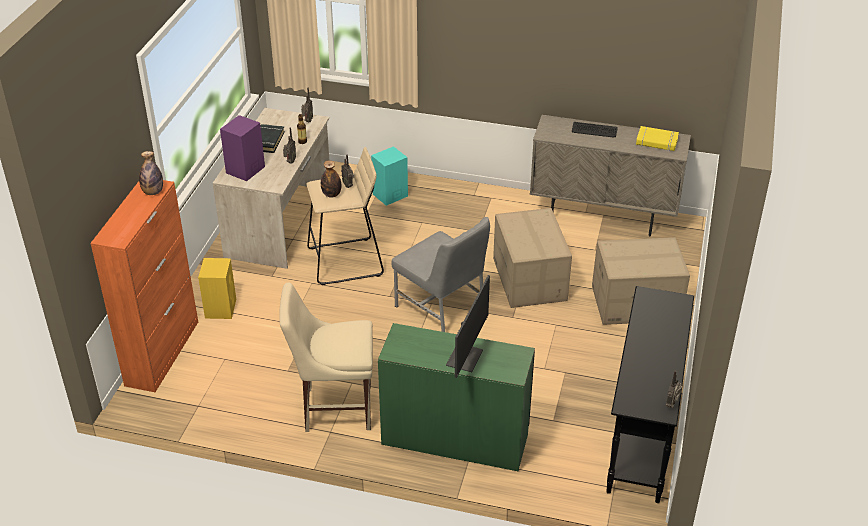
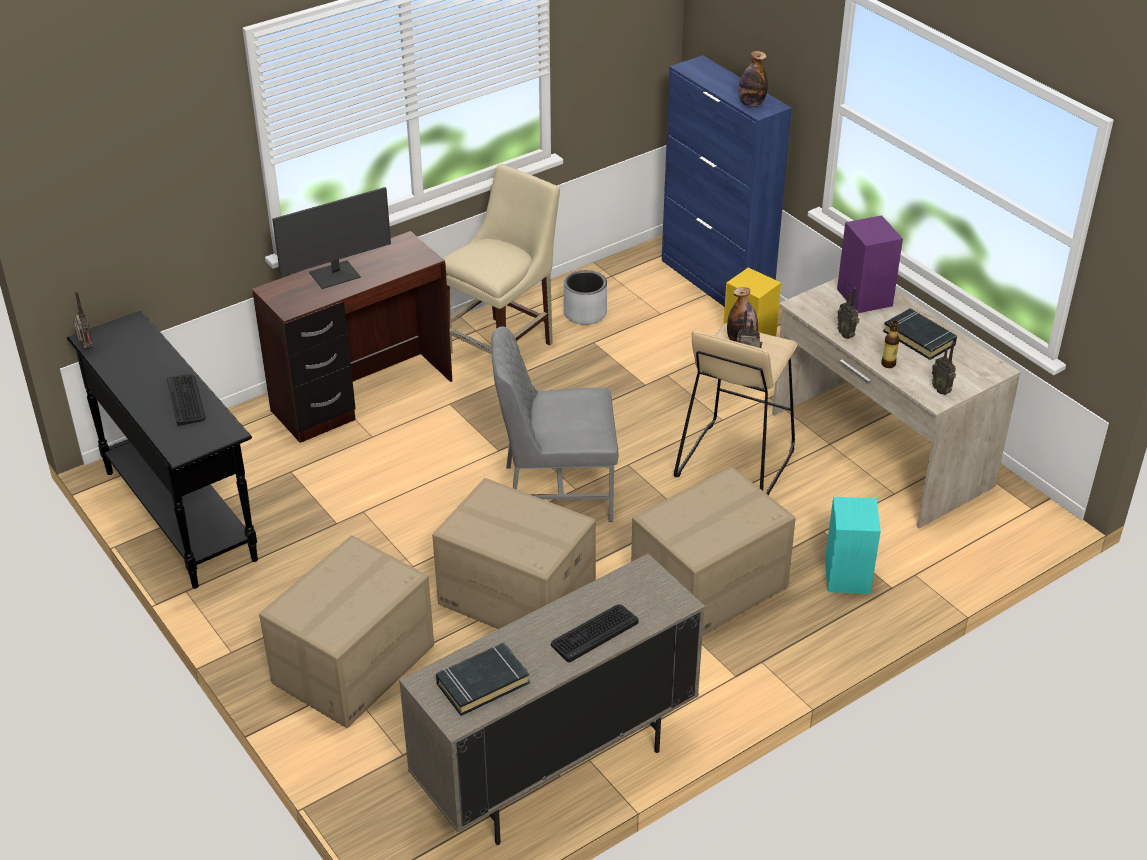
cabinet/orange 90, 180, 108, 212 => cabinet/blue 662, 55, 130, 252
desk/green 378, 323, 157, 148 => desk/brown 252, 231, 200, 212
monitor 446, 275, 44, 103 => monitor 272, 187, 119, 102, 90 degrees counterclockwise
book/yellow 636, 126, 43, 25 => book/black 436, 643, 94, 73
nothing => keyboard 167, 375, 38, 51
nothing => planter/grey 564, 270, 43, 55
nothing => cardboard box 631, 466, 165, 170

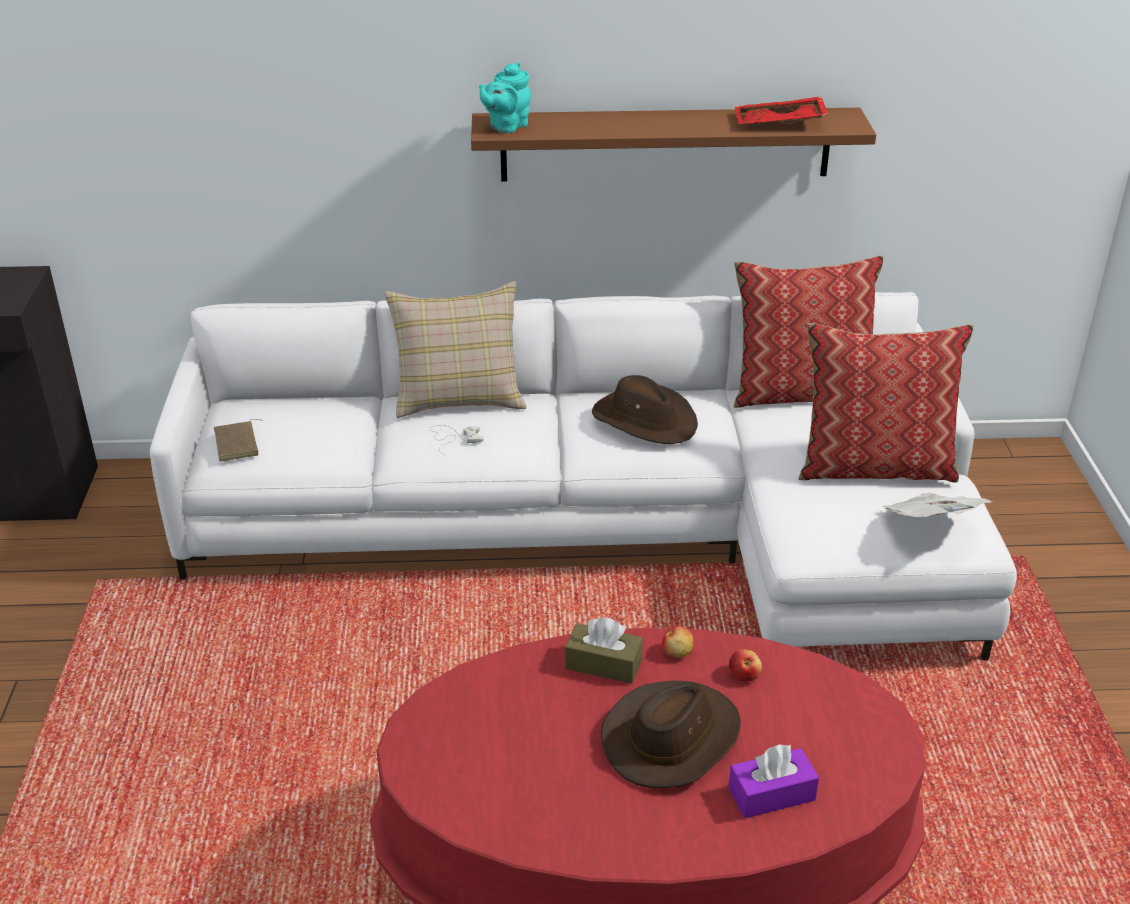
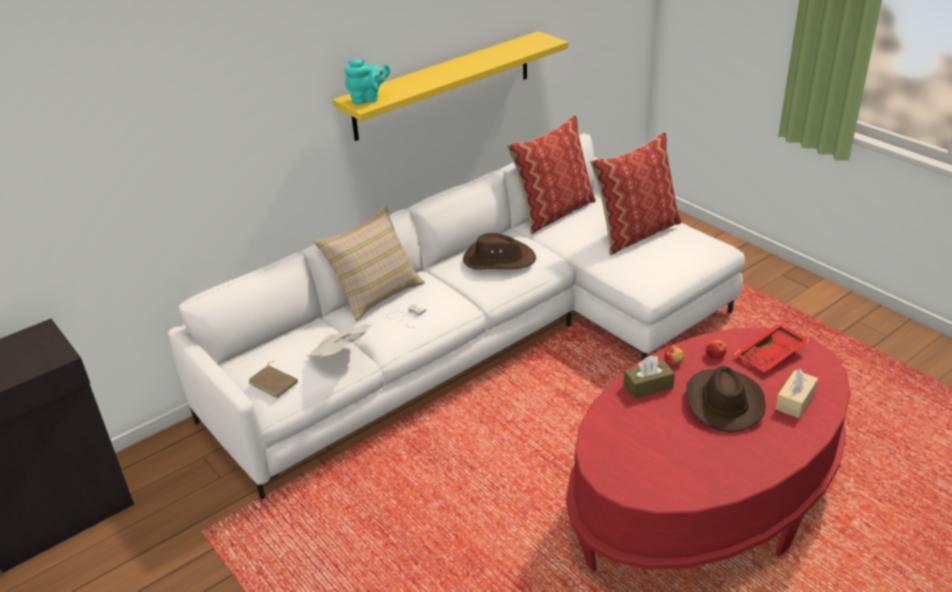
shelf/brown 471, 108, 405, 74 => shelf/yellow 333, 31, 235, 110
teapot/turquoise 479, 62, 52, 71 => teapot/turquoise 345, 59, 45, 45, 105 degrees counterclockwise
tissue box/purple 728, 744, 91, 74 => tissue box/beige 775, 369, 43, 49
tray/red 735, 96, 93, 29 => tray/red 735, 323, 75, 49, moved
newspaper 882, 493, 110, 24 => newspaper 306, 324, 67, 33, moved

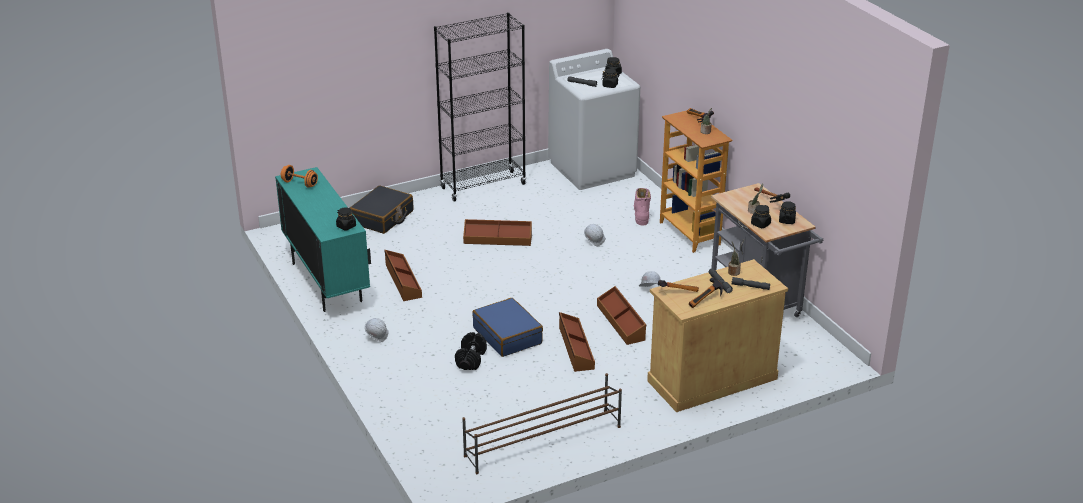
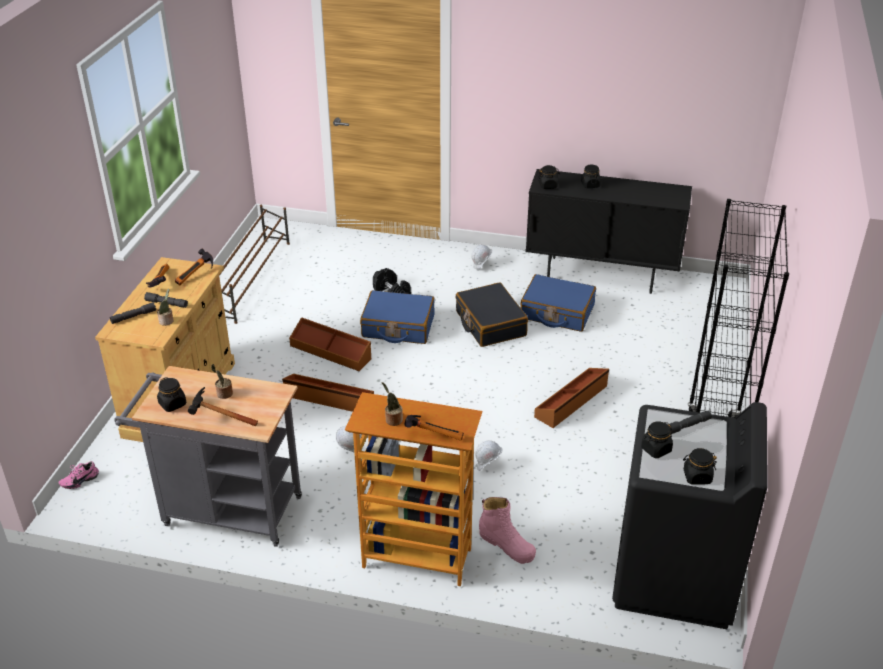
cabinet/turquoise 275, 167, 96, 145 => cabinet/black 525, 169, 167, 125
dumbbell/orange 281, 165, 37, 23 => nothing
suitcase/black 350, 186, 63, 48 => suitcase/black 455, 283, 73, 64, moved
storage box/brown 384, 250, 38, 51 => suitcase/blue 521, 274, 75, 58
washing machine/white 548, 49, 92, 141 => washing machine/black 612, 402, 156, 227
jar/black 751, 205, 20, 23 => jar/black 581, 165, 20, 23, moved
nothing => shoe/pink 58, 461, 41, 28

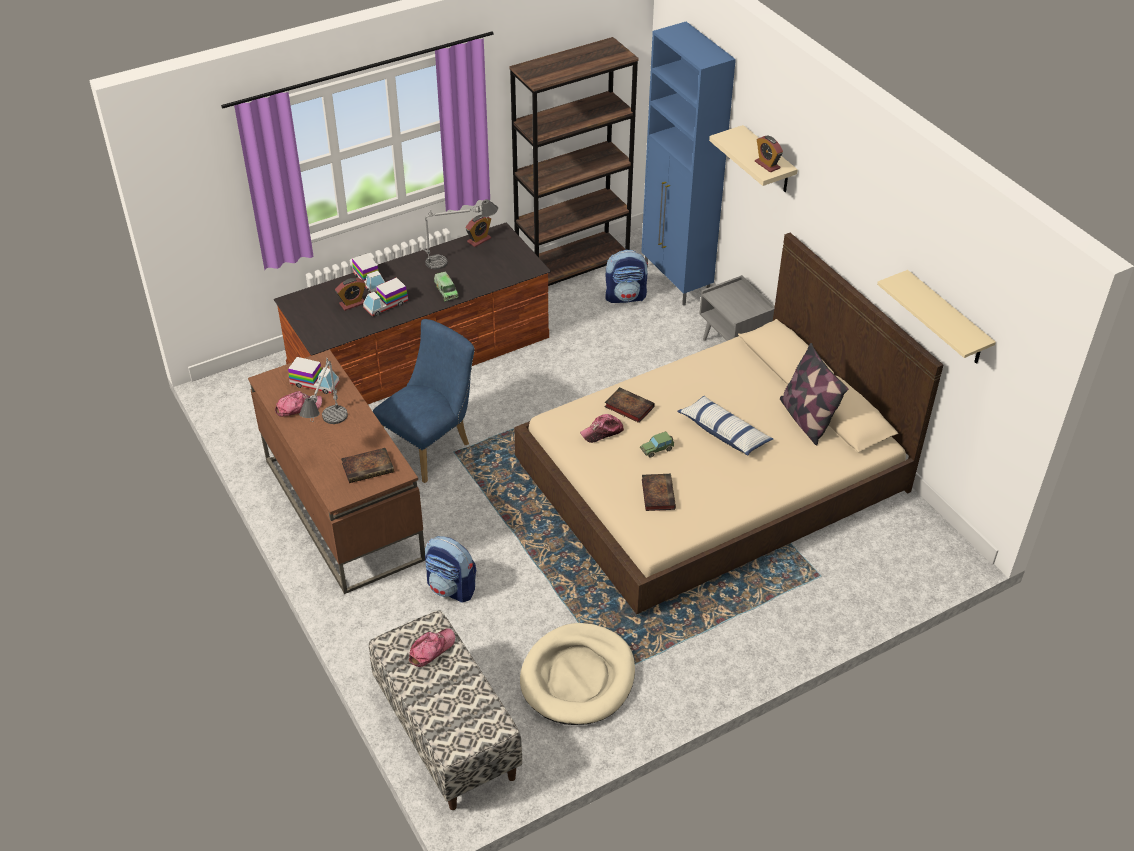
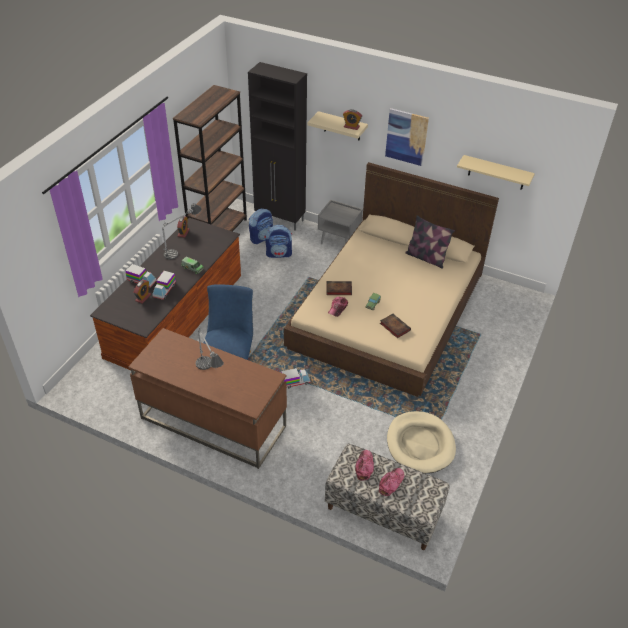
cap 275, 391, 47, 26 => cap 379, 468, 25, 28, moved
toy truck 288, 357, 51, 37 => toy truck 281, 368, 30, 20, moved
book 341, 448, 53, 35 => nothing
backpack 425, 536, 51, 66 => backpack 266, 225, 26, 33, moved
cabinet/blue 641, 22, 95, 284 => cabinet/black 248, 62, 59, 169
pillow 677, 396, 96, 60 => nothing
nothing => picture 385, 108, 44, 58

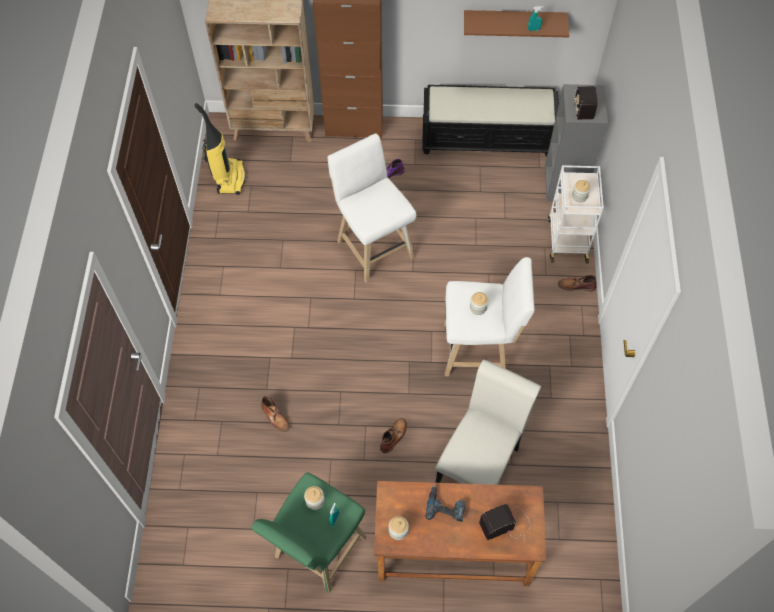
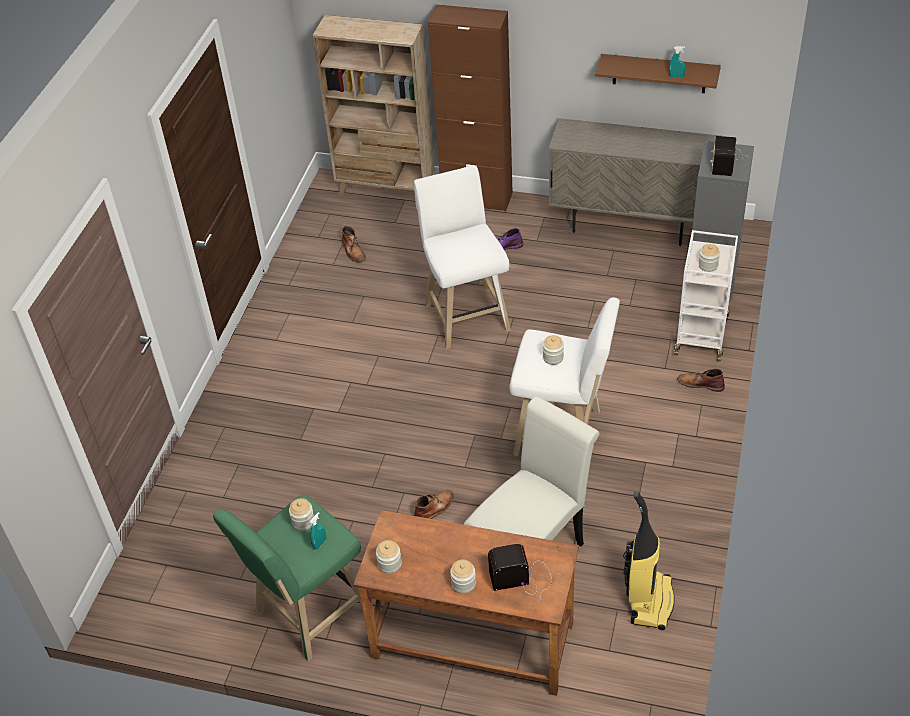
vacuum cleaner 195, 103, 51, 92 => vacuum cleaner 623, 492, 52, 138, moved
boot/brown 261, 396, 29, 36 => boot/brown 342, 226, 24, 37, moved
bench/black 422, 85, 137, 72 => cabinet/beige 549, 118, 171, 128
power drill 425, 484, 41, 38 => nothing
nothing => jar 450, 560, 26, 34

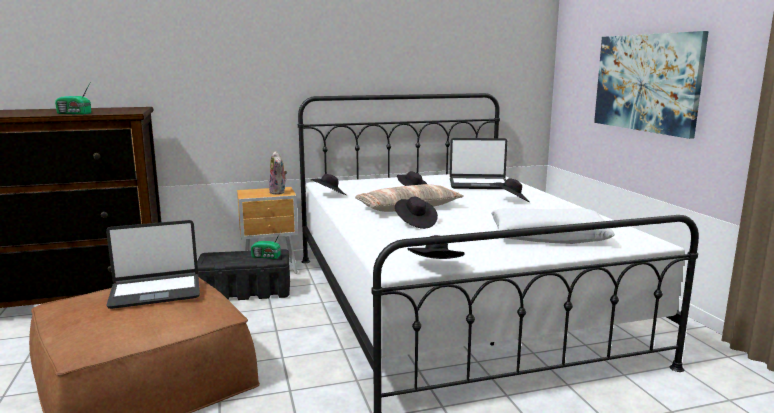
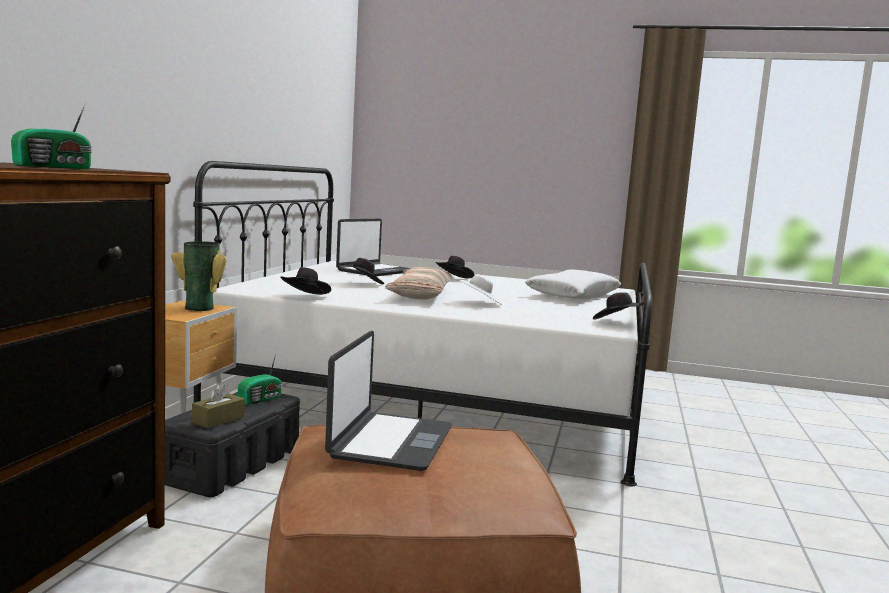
plush toy 269, 151, 18, 44 => vase 171, 241, 56, 70
hat/black 395, 197, 43, 32 => hat/white 456, 274, 46, 31
picture 594, 31, 115, 108 => nothing
nothing => tissue box/brown 192, 382, 53, 46

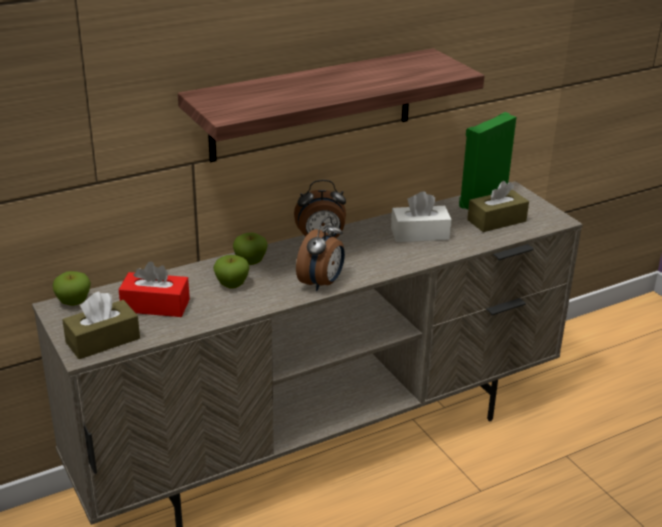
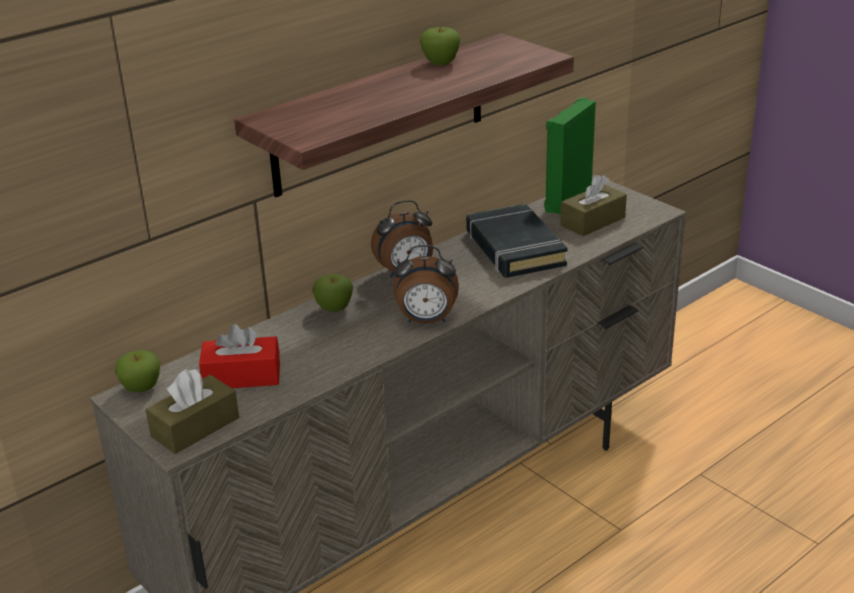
apple 213, 255, 37, 34 => apple 420, 27, 40, 38, moved
alarm clock 296, 216, 49, 75 => alarm clock 393, 245, 66, 79, 75 degrees clockwise
tissue box/white 391, 191, 61, 51 => book/black 466, 204, 102, 74

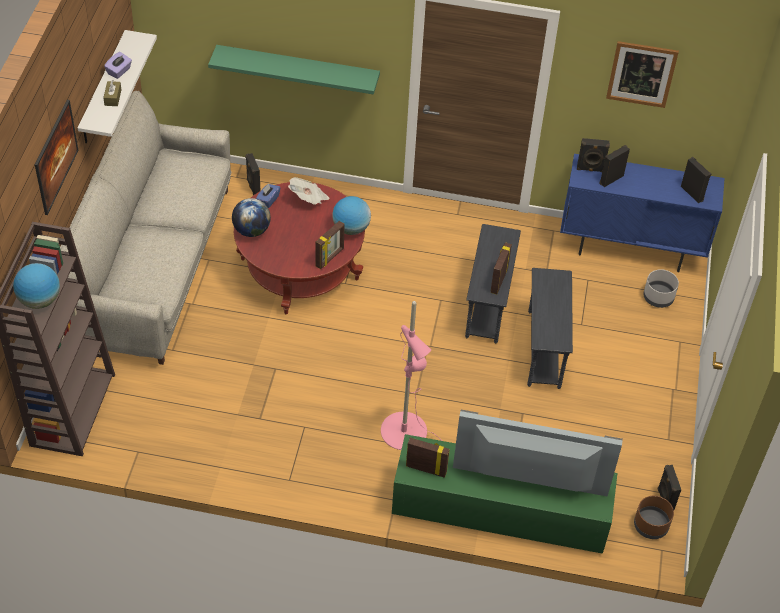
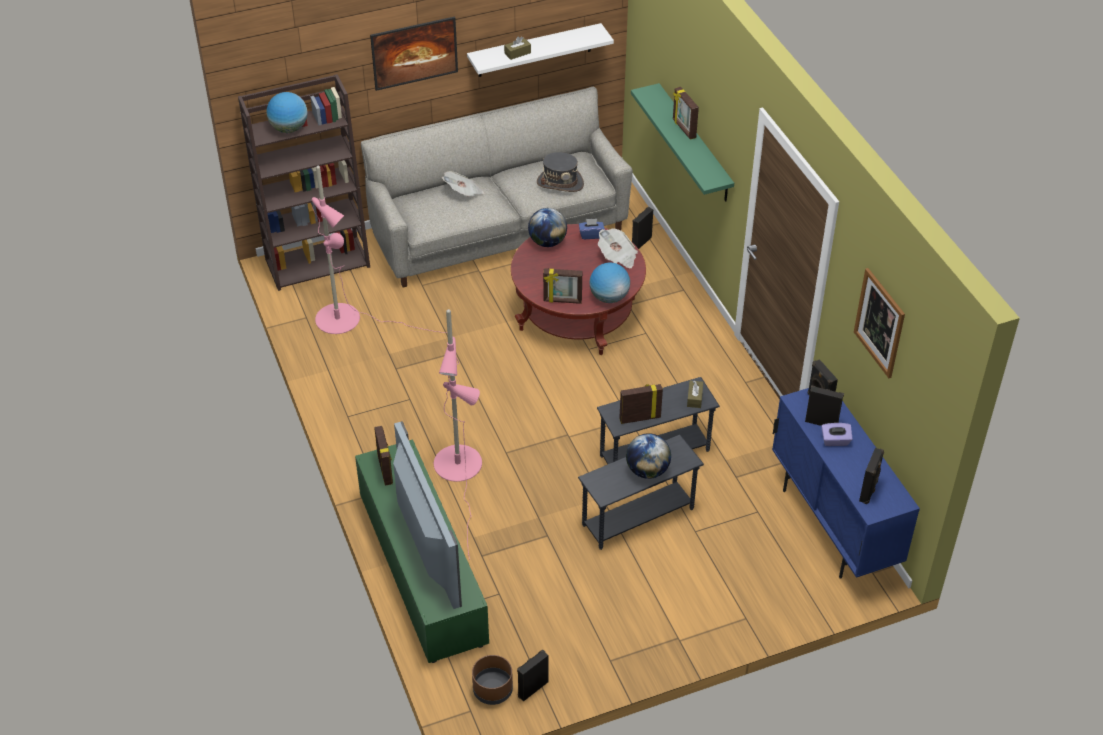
tissue box/purple 104, 52, 28, 27 => tissue box/purple 821, 423, 32, 23, moved
planter/grey 643, 269, 36, 39 => nothing
nothing => floor lamp/pink 312, 166, 135, 168
nothing => newspaper 442, 171, 42, 26
nothing => hat/grey 537, 152, 47, 40
nothing => globe 626, 433, 45, 46
nothing => picture frame 673, 87, 26, 53
nothing => tissue box/brown 687, 381, 16, 27

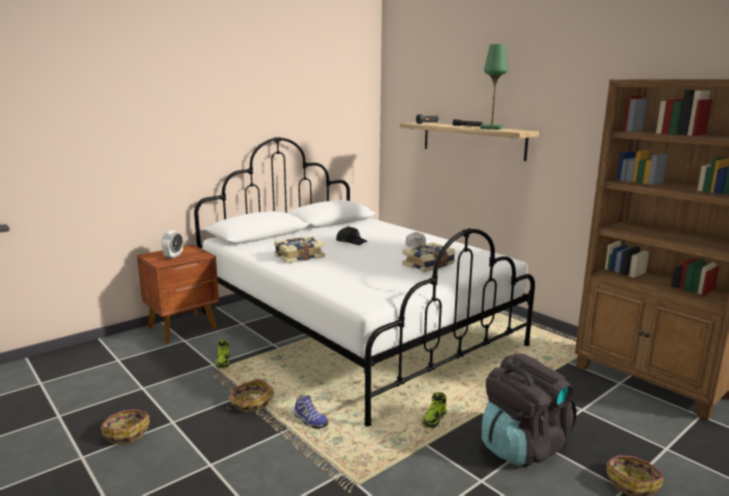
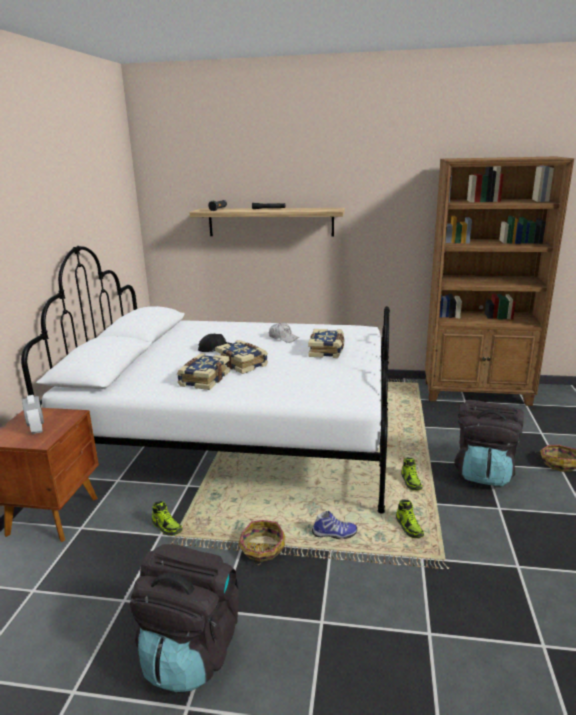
basket 101, 409, 49, 36 => backpack/black 130, 544, 109, 148
table lamp/green 480, 44, 28, 86 => nothing
nothing => book 215, 340, 53, 34
nothing => shoe 396, 499, 28, 39

